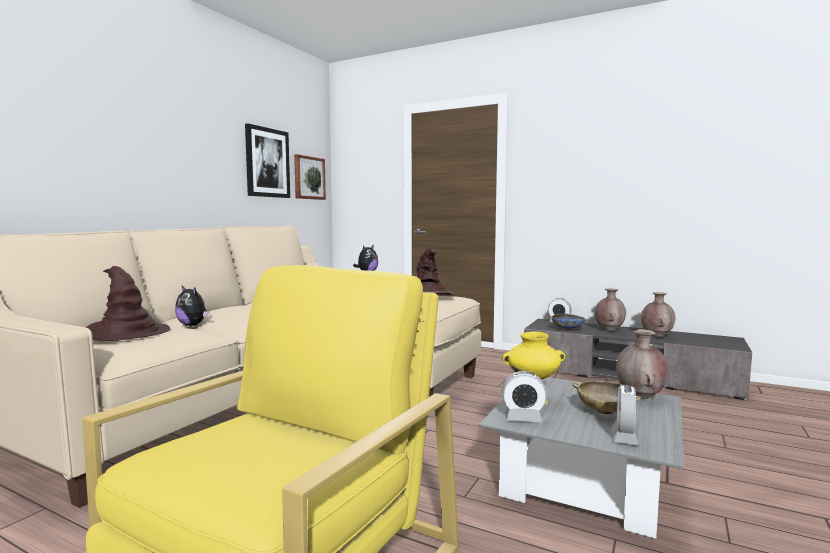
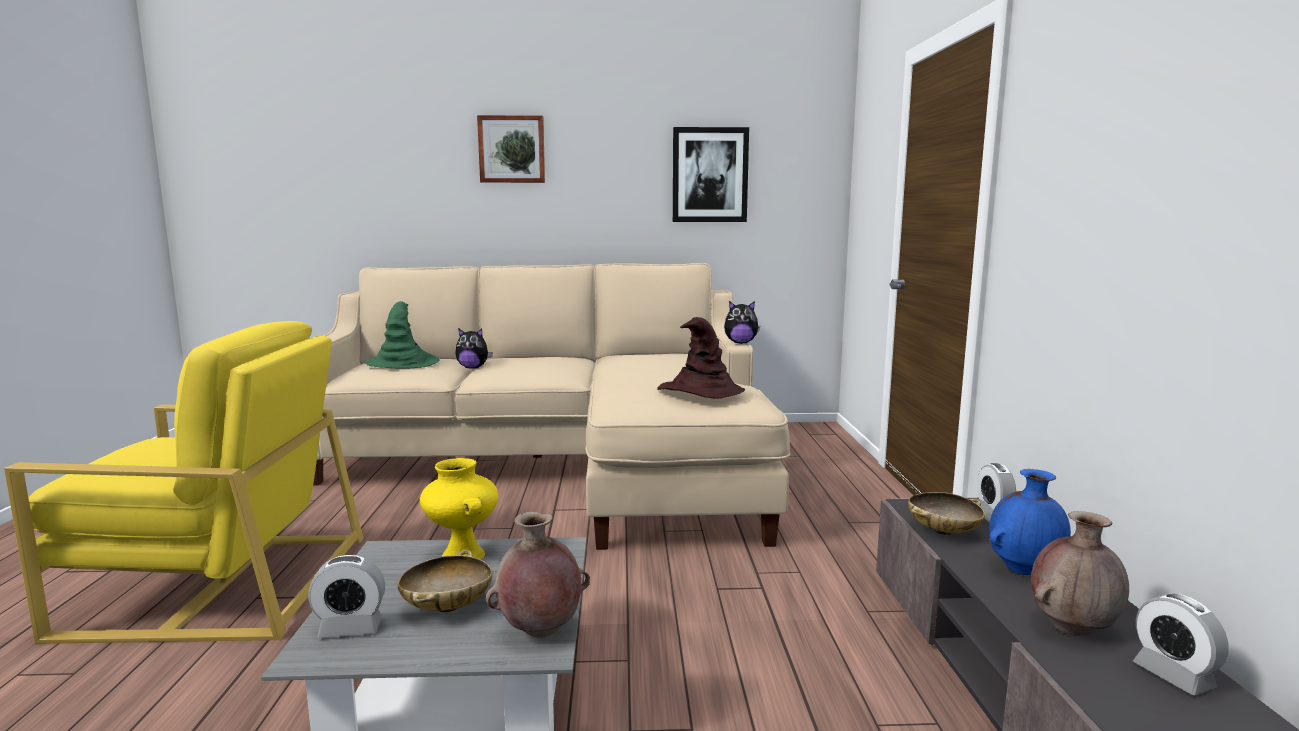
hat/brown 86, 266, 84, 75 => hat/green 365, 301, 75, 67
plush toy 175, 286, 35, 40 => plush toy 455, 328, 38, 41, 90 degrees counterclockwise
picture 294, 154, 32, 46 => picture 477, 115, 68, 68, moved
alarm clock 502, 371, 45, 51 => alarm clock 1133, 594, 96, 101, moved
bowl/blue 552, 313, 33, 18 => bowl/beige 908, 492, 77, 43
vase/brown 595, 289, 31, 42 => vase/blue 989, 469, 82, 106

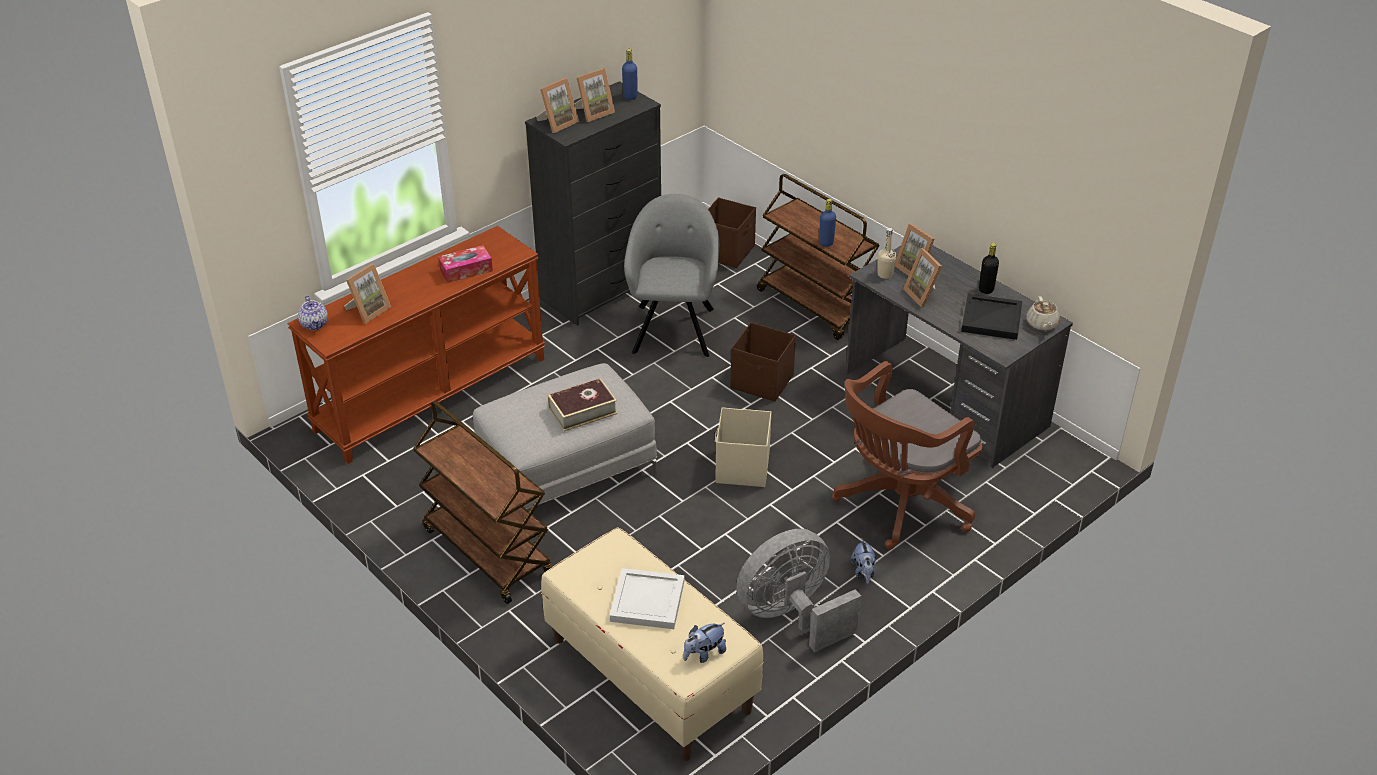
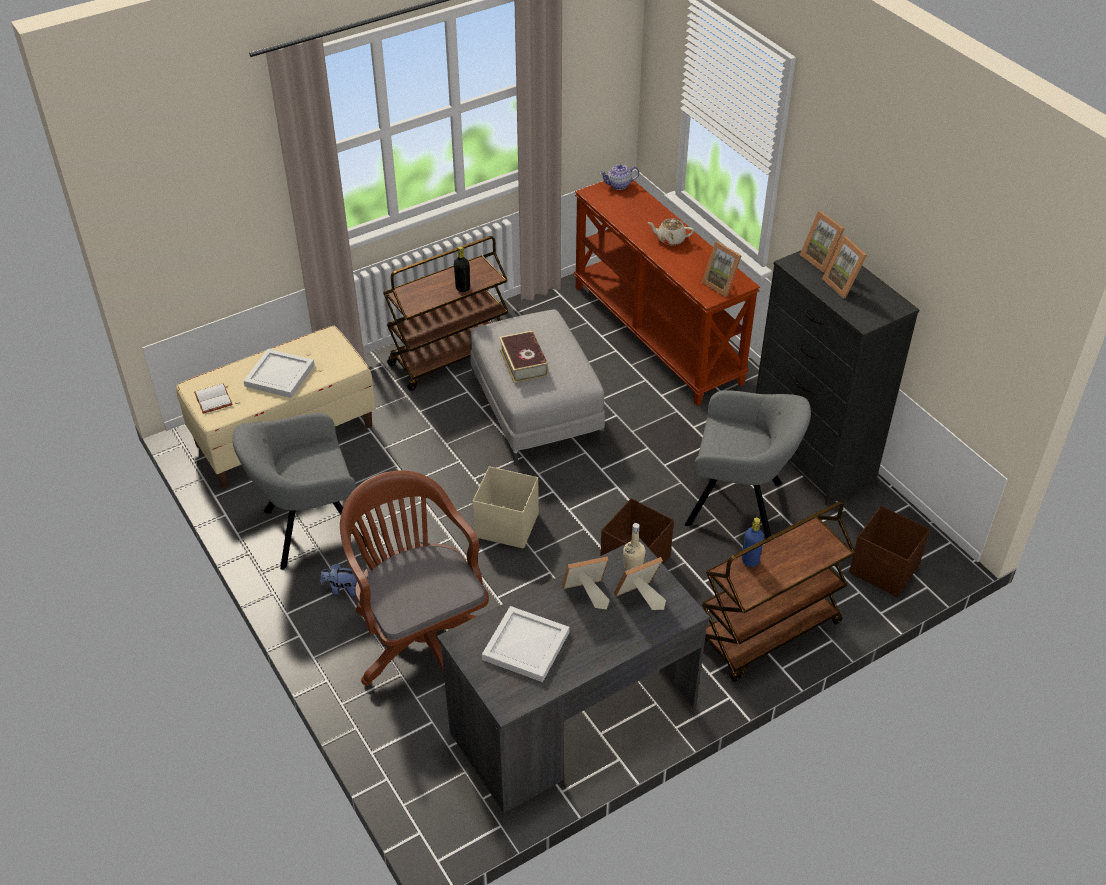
picture frame 344, 264, 47, 59 => picture frame 702, 241, 40, 56, moved
tissue box 438, 245, 55, 38 => nothing
bottle/blue 622, 49, 16, 51 => nothing
plush toy 683, 623, 43, 40 => book/white 194, 383, 39, 31
fan/grey 736, 529, 125, 123 => armchair/grey 232, 413, 134, 157
tray/black 961, 293, 61, 47 => tray/white 482, 606, 87, 76
bottle/black 979, 243, 20, 51 => bottle/black 454, 246, 16, 46, moved
teapot/beige 1027, 296, 33, 35 => teapot/beige 647, 219, 47, 26, moved

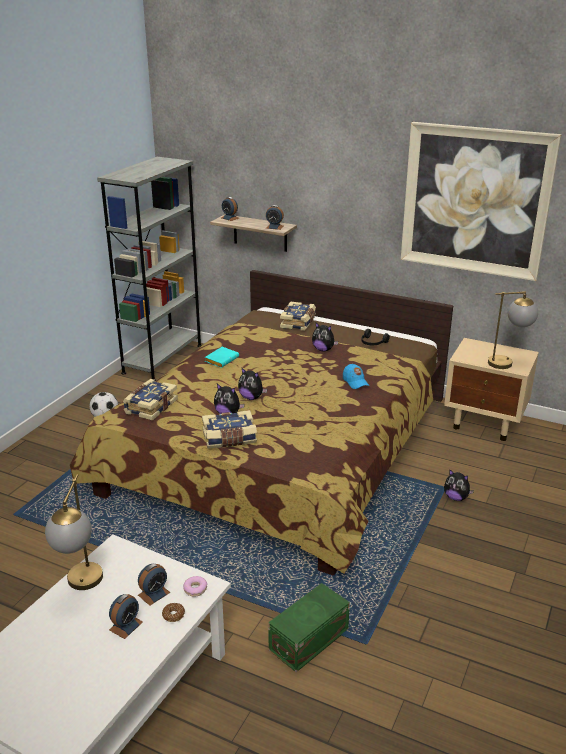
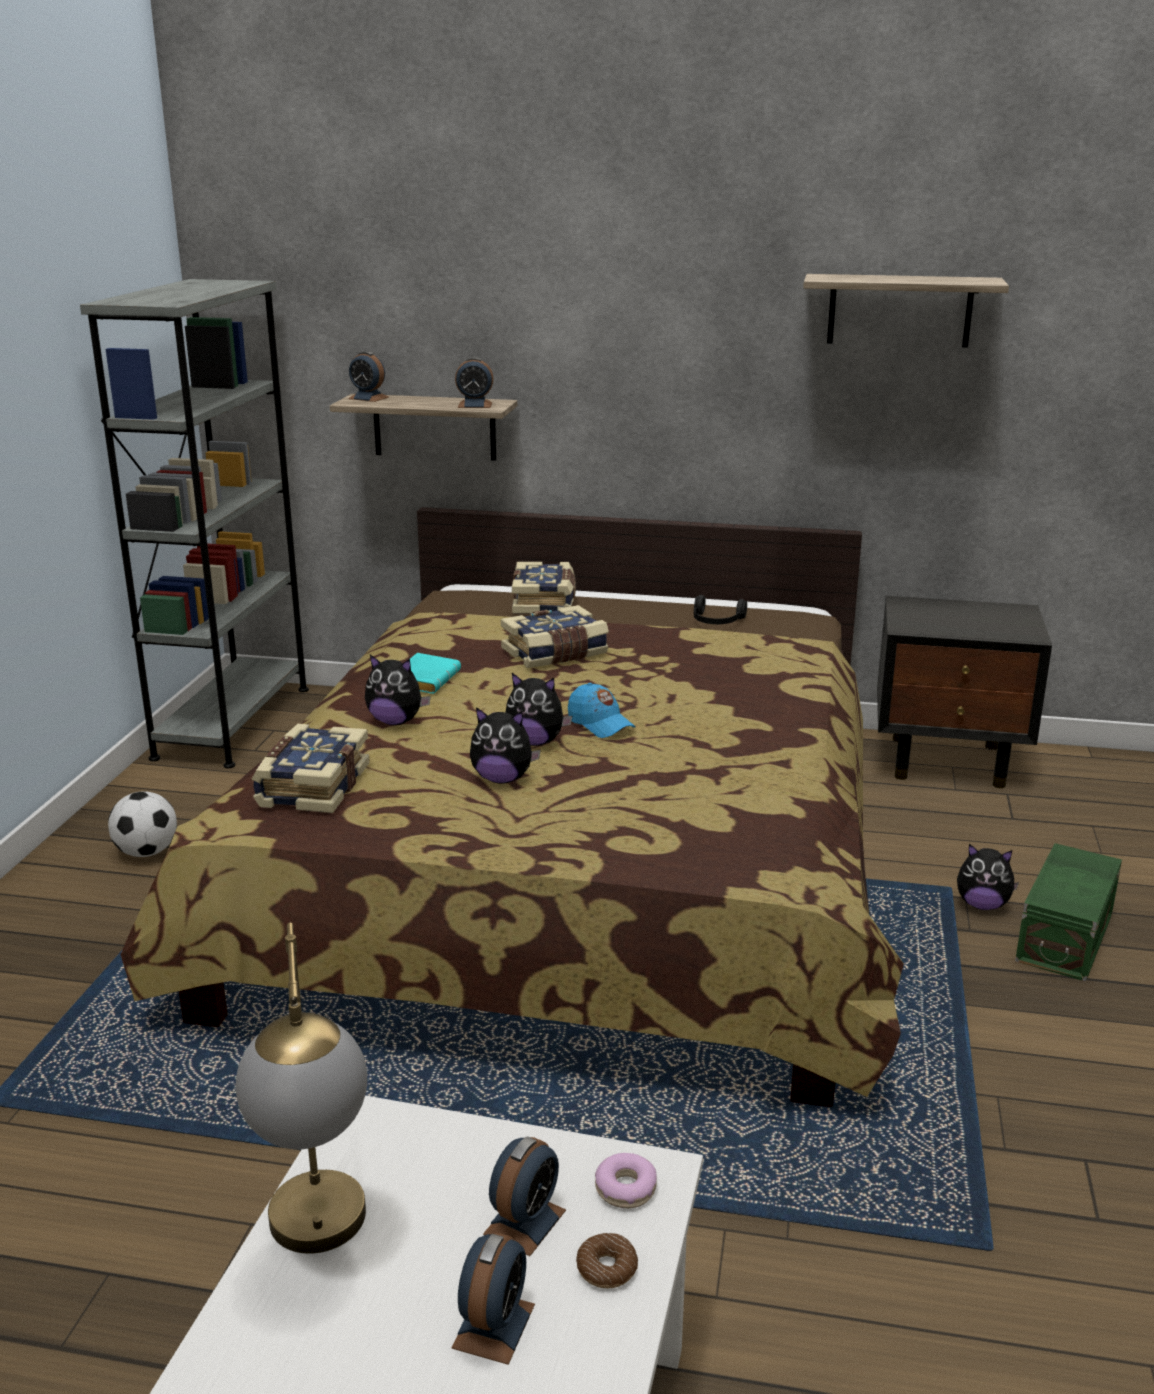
book 202, 410, 55, 39 => book 501, 605, 108, 63, moved
storage box/green 268, 583, 82, 89 => storage box/green 1015, 843, 107, 139, moved
plush toy 312, 323, 26, 29 => plush toy 365, 655, 66, 70, moved
cap/blue 343, 364, 26, 25 => cap/blue 568, 683, 68, 55, moved
picture 401, 122, 160, 159 => shelf 803, 274, 206, 74
nightstand/beige 444, 338, 95, 103 => nightstand/black 877, 596, 175, 192
table lamp 488, 291, 50, 78 => nothing

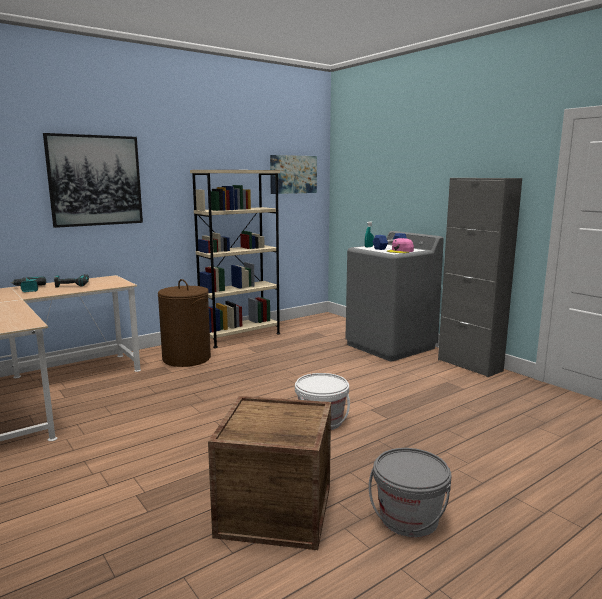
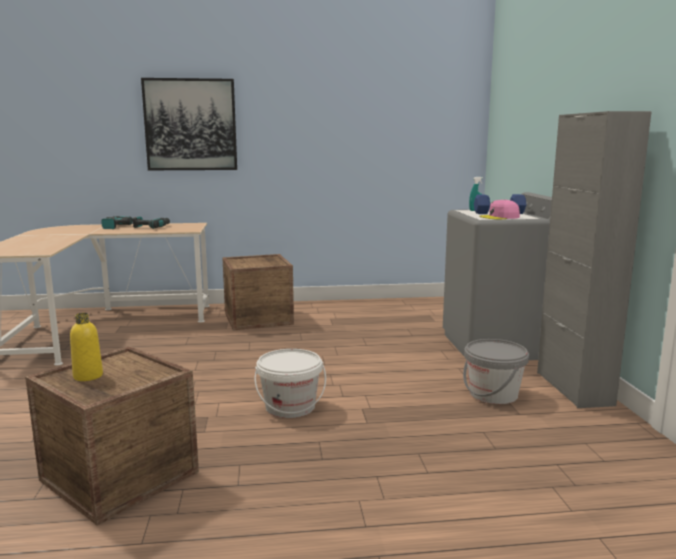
laundry basket/brown 158, 279, 53, 88 => crate 222, 254, 72, 77
bookcase/beige 190, 170, 90, 178 => nothing
picture 270, 155, 47, 39 => nothing
bucket/grey 369, 448, 82, 89 => bucket/grey 463, 339, 66, 65, moved
nothing => bottle/yellow 70, 313, 33, 68

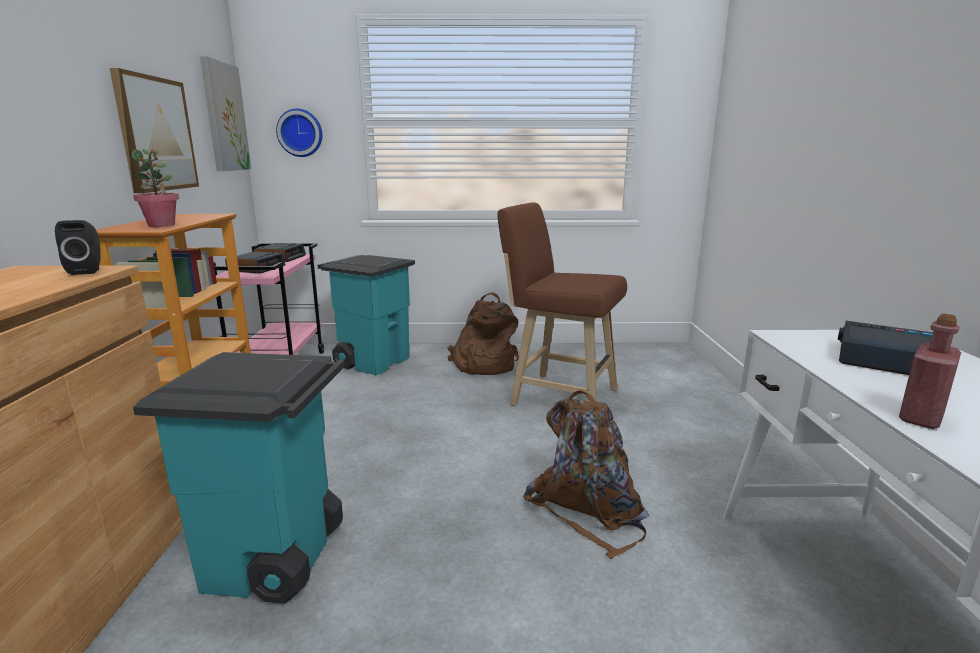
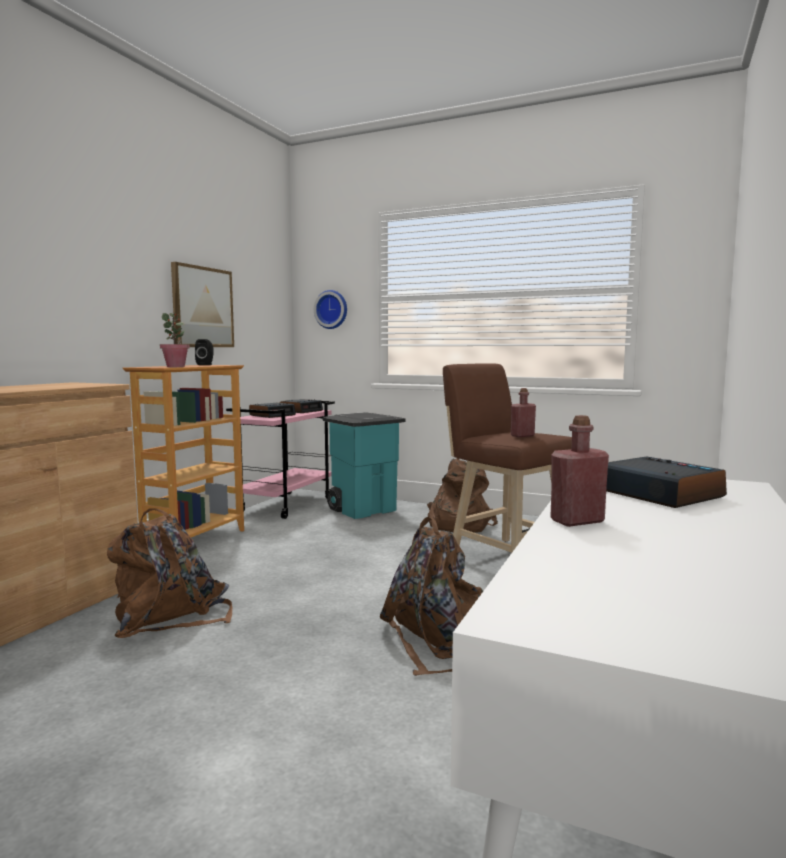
speaker/black 55, 220, 46, 55 => speaker/black 195, 339, 19, 26, moved
trash can/turquoise 133, 352, 212, 252 => backpack/brown 107, 508, 125, 130
picture 200, 56, 51, 115 => nothing
nothing => bottle/red 511, 388, 25, 49

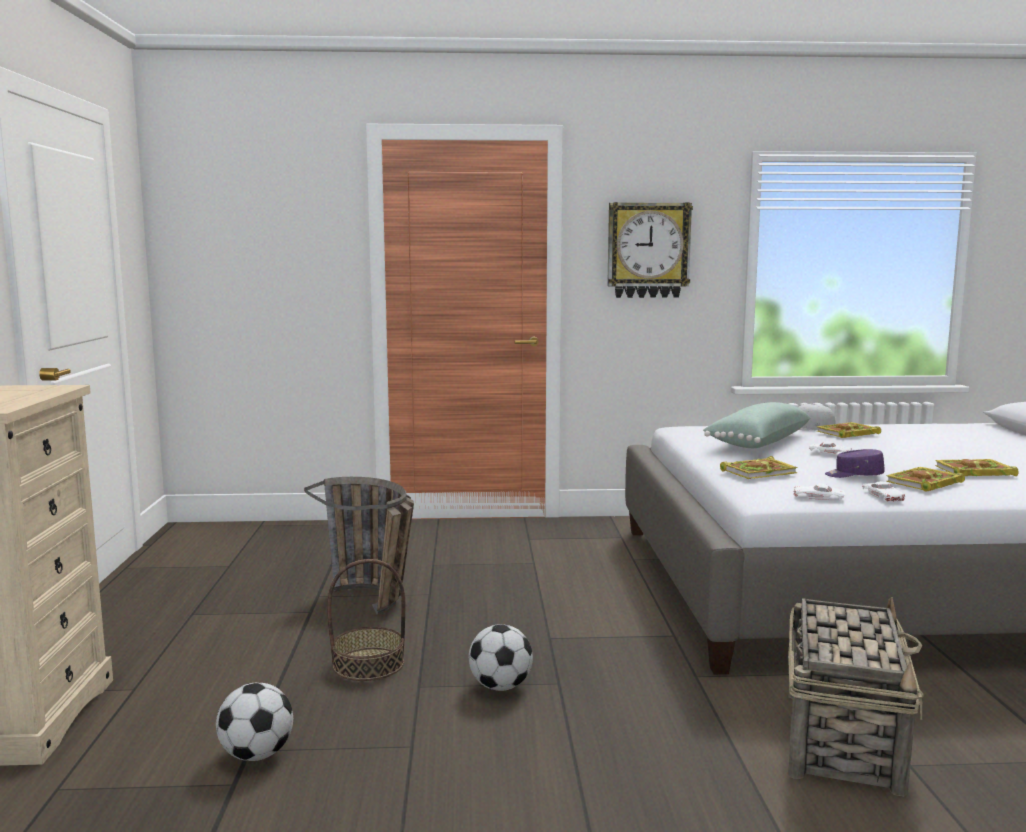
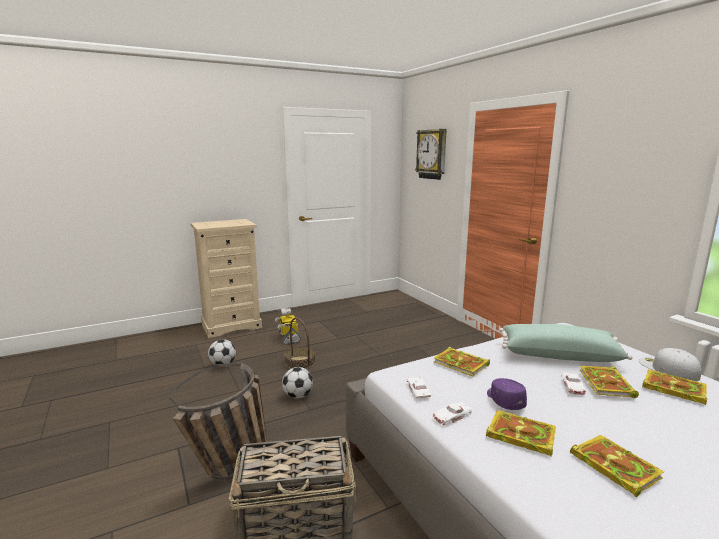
basket 304, 477, 110, 138 => basket 169, 363, 98, 116, moved
wall clock 607, 202, 86, 96 => wall clock 415, 129, 32, 51, moved
nothing => toy robot 275, 308, 26, 37
nothing => book 580, 366, 59, 32

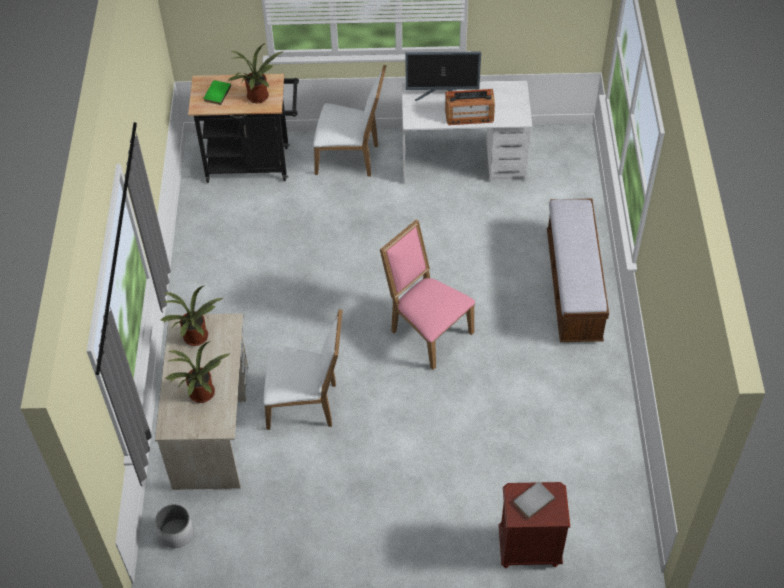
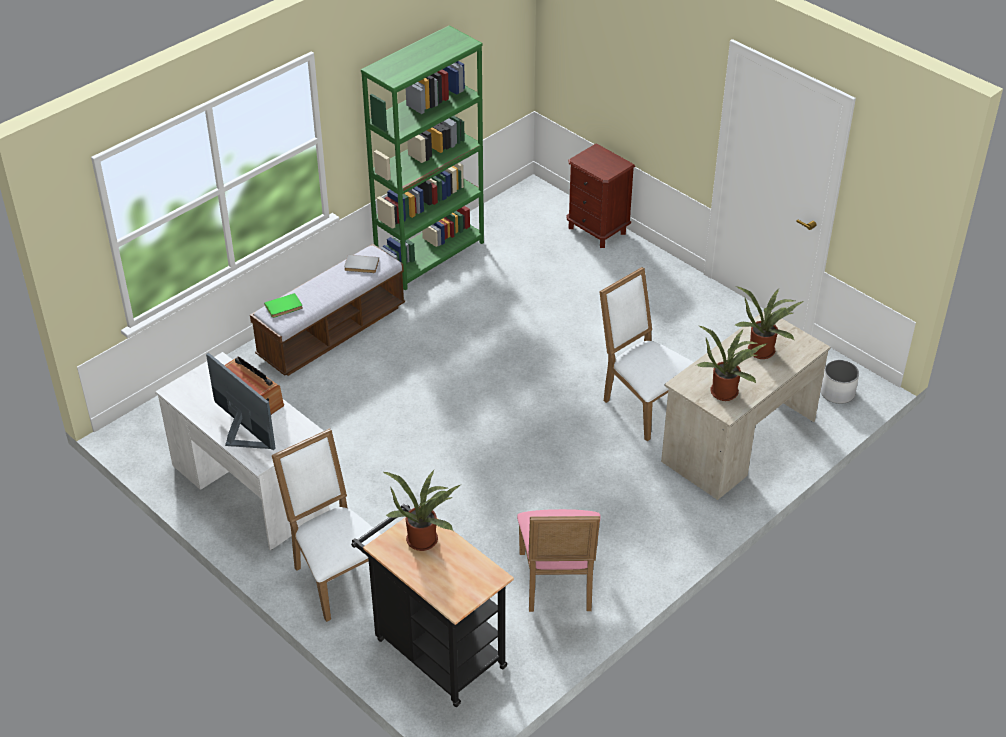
book/green 203, 80, 28, 25 => book/green 264, 293, 39, 25, moved
chair/pink 380, 219, 95, 151 => chair/pink 517, 509, 84, 103, moved
book/grey 513, 482, 42, 37 => book/grey 344, 255, 35, 18, moved
nothing => bookcase/green 361, 26, 123, 264

